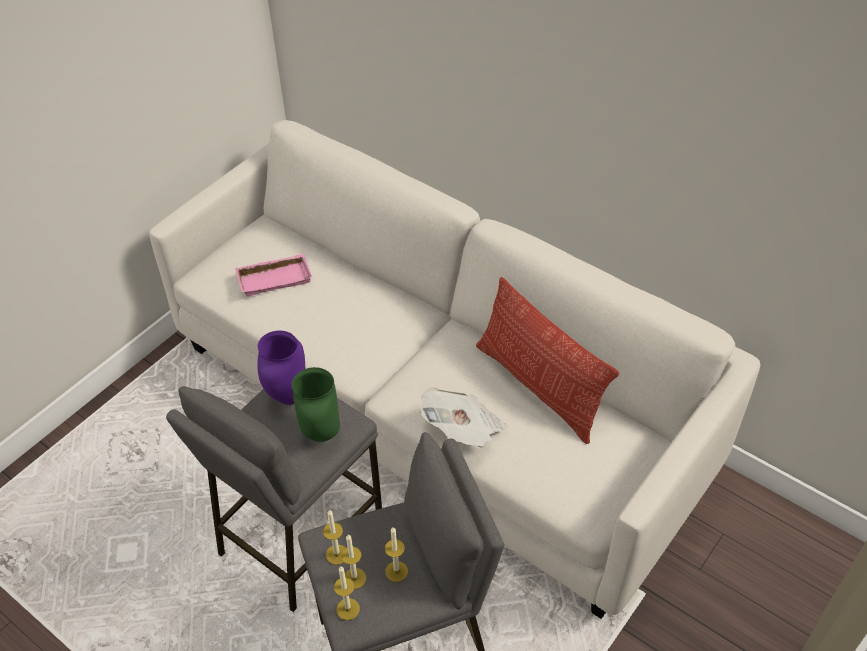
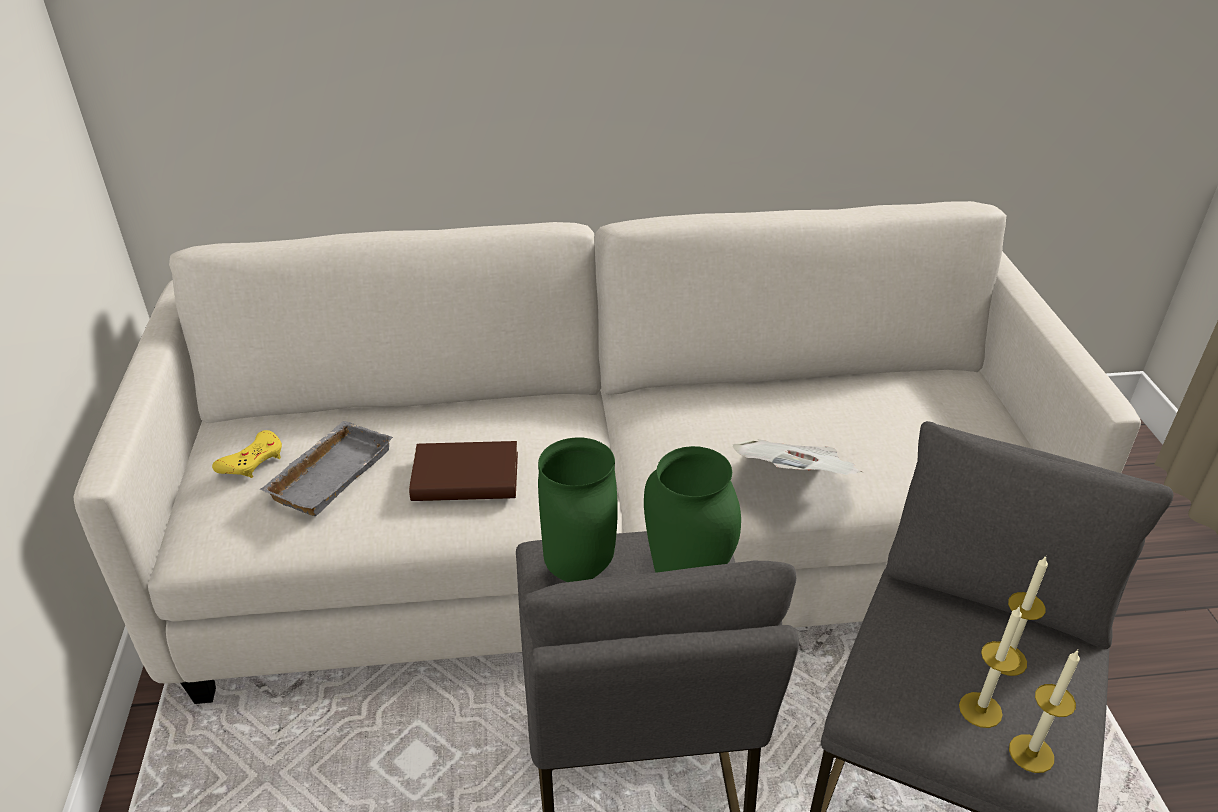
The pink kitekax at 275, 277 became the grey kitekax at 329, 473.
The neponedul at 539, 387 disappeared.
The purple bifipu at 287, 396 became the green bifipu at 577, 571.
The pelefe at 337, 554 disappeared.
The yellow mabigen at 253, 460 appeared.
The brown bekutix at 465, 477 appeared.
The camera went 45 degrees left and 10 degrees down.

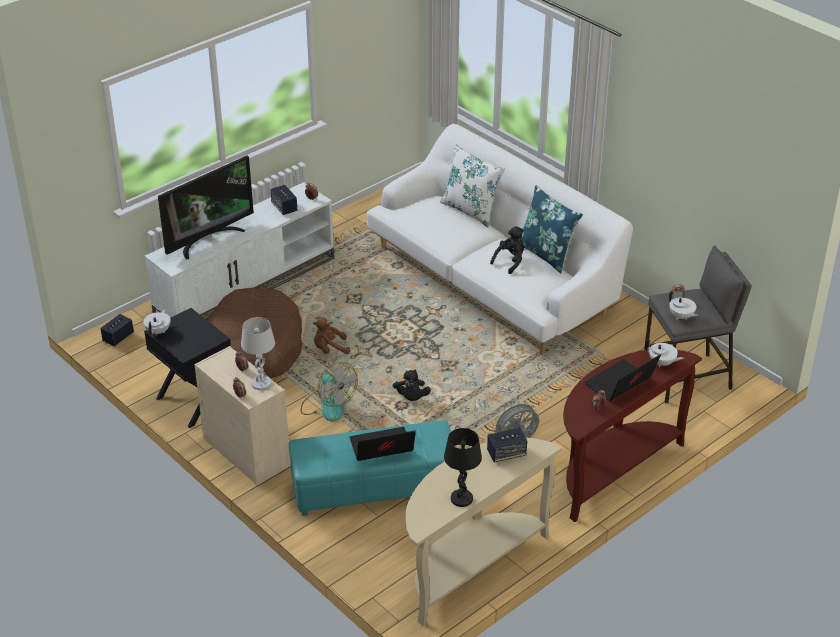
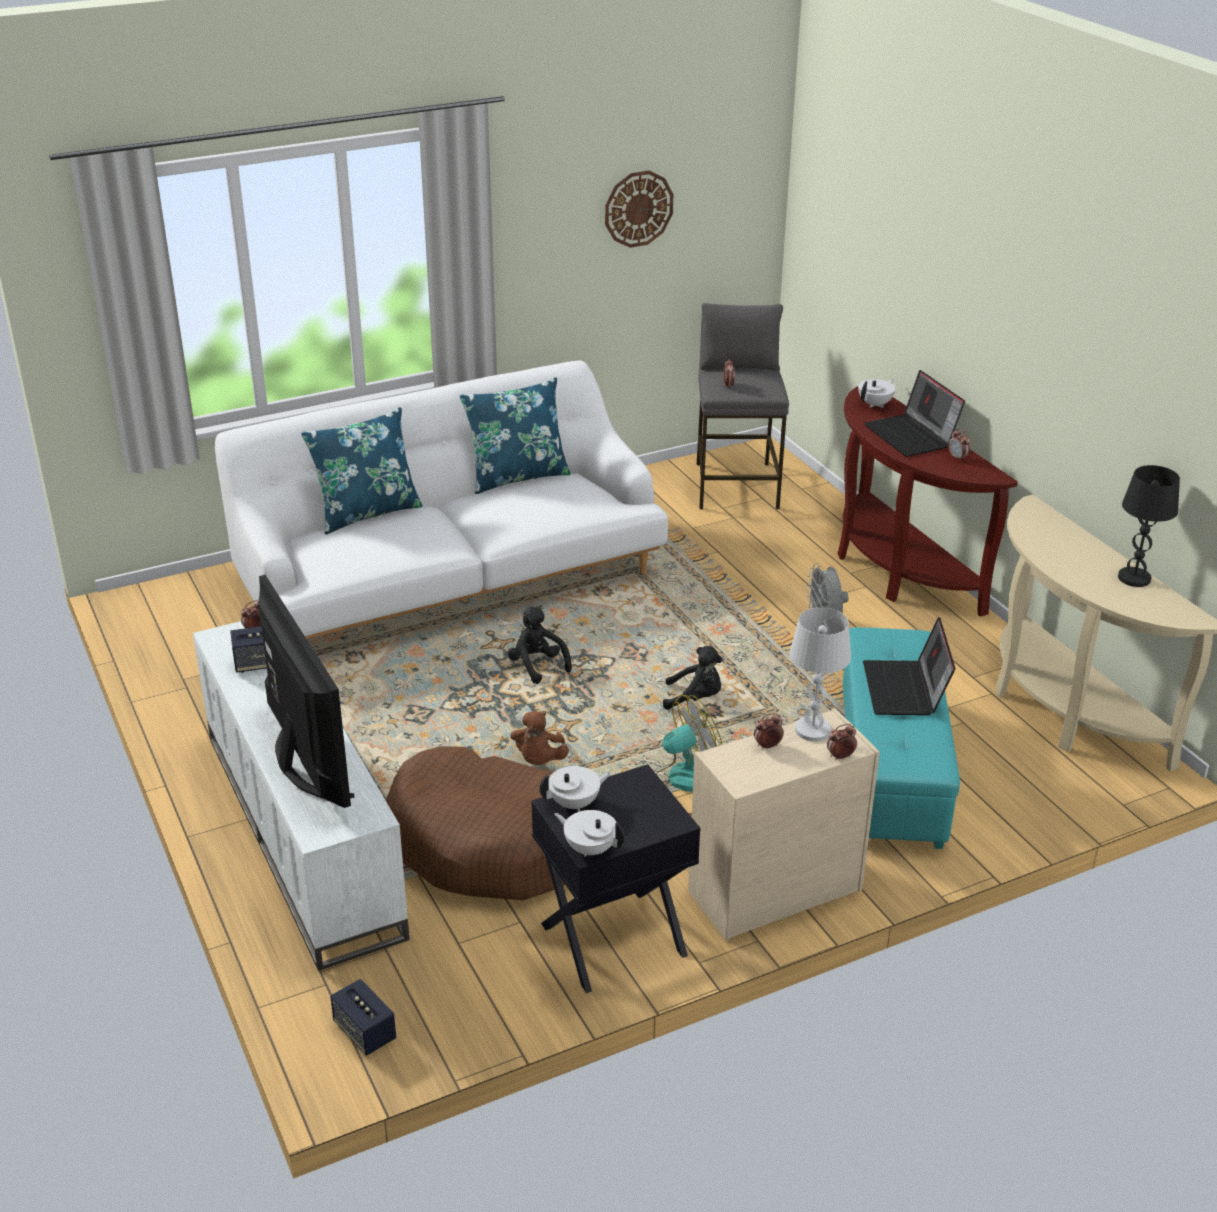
The white neponedul at 471, 210 became the blue neponedul at 366, 512.
The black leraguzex moved from 510, 261 to 537, 666.
The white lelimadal moved from 681, 317 to 575, 803.
The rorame at 506, 454 disappeared.
The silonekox at 638, 208 appeared.
The camera went 75 degrees left and 5 degrees down.

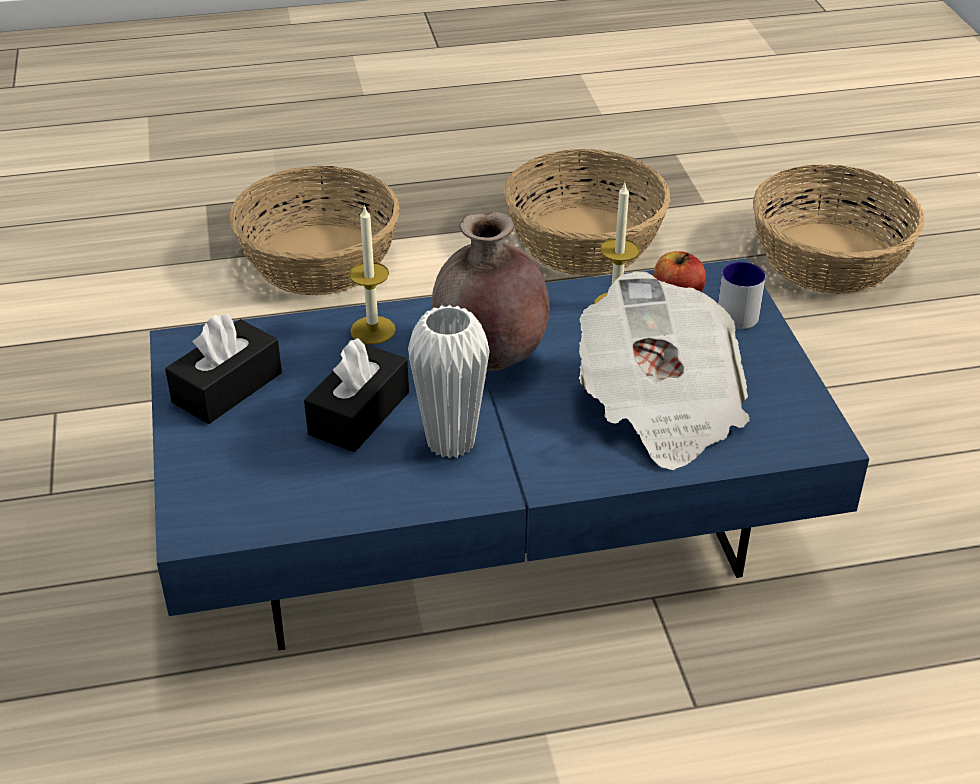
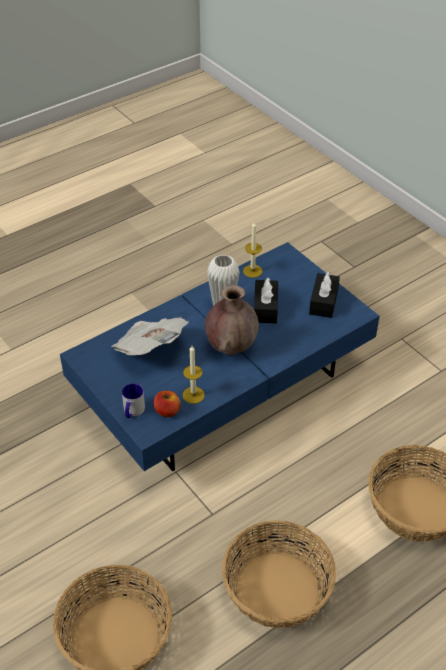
The pelefe moved from 373, 330 to 252, 271.
The camera went 155 degrees right and 5 degrees up.

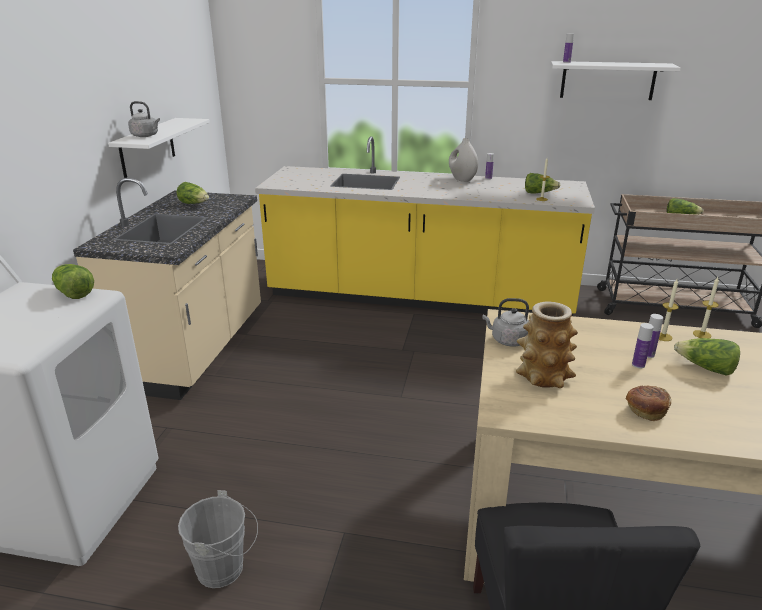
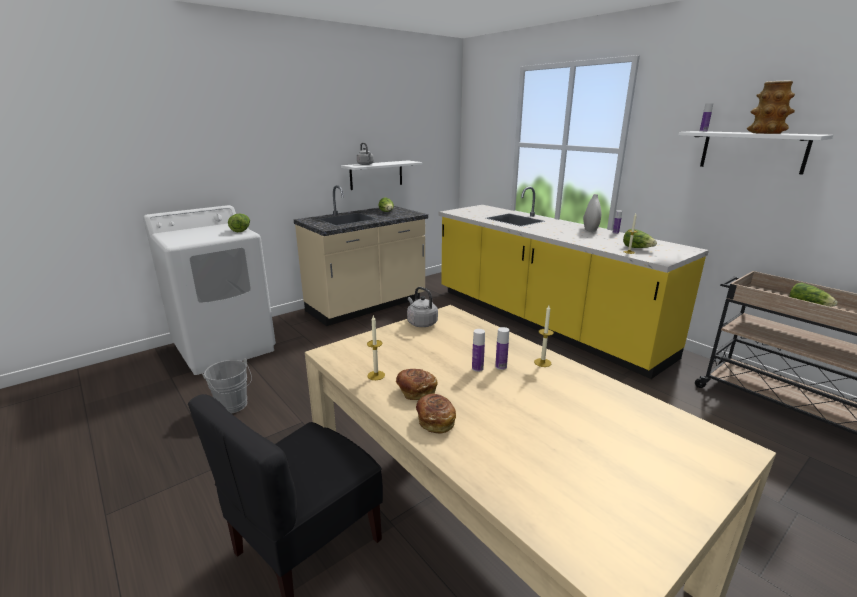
The pelefe moved from 702, 334 to 376, 375.
The bifipu moved from 543, 376 to 766, 133.
The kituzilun at 705, 368 disappeared.
The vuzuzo at 435, 421 appeared.
The camera went 40 degrees right and 5 degrees down.

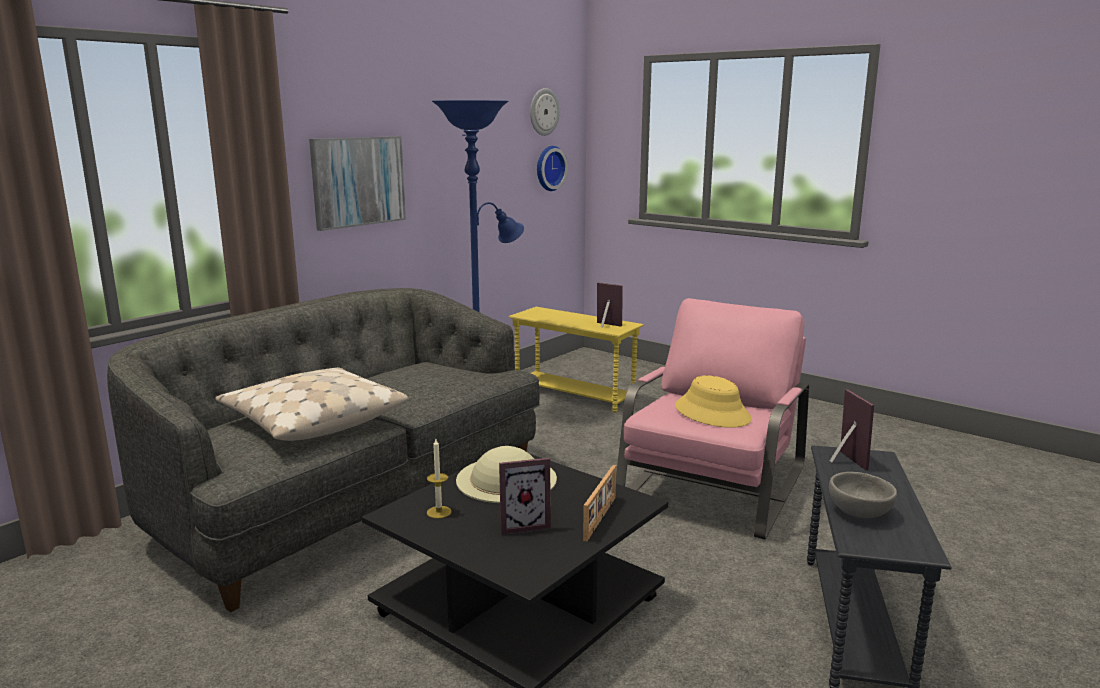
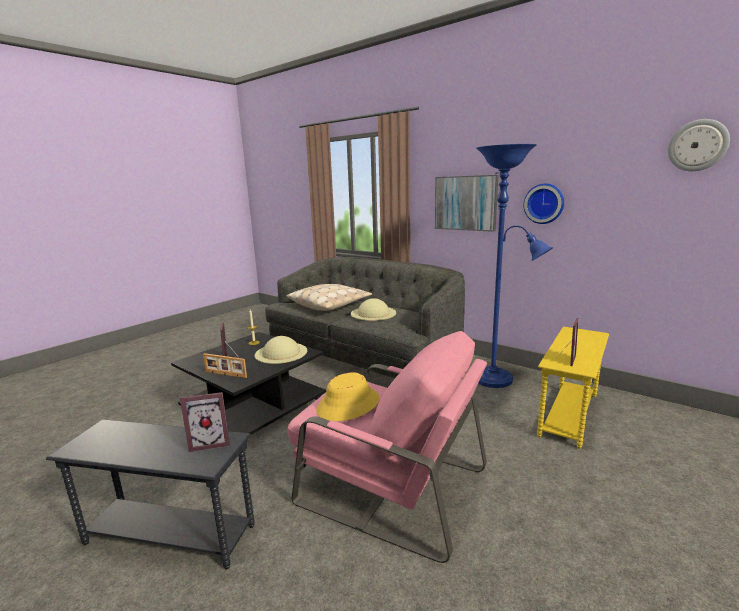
The silonekox moved from 548, 168 to 544, 203.
The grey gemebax at 857, 512 disappeared.
The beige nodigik at 373, 313 appeared.
The camera went 90 degrees right and 0 degrees up.

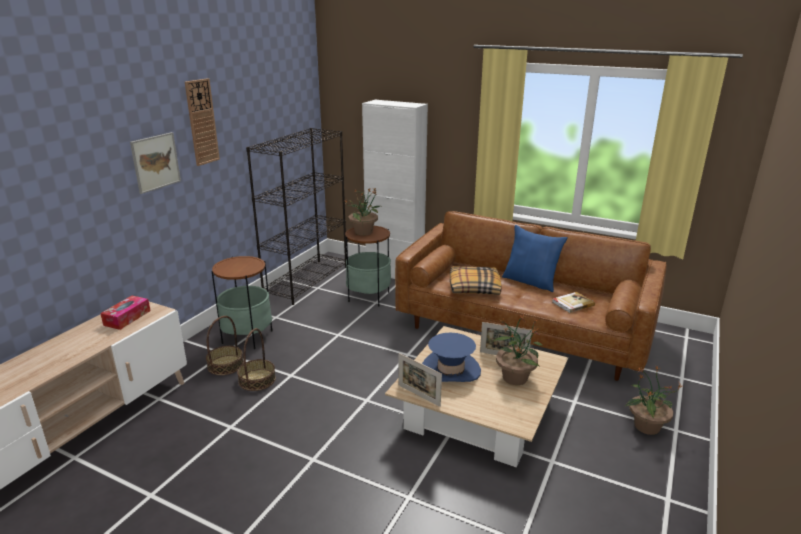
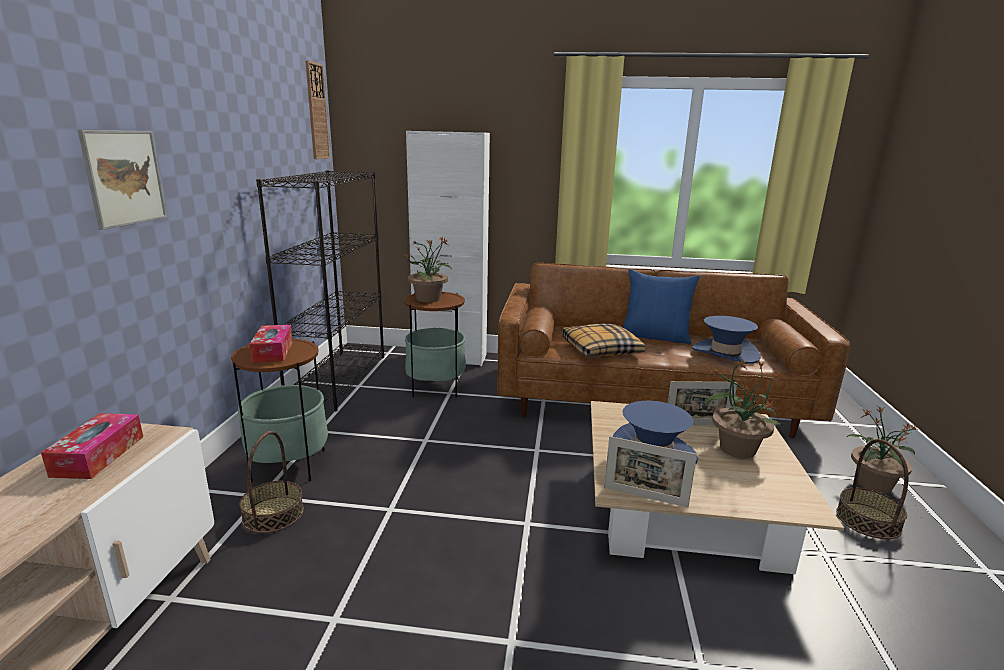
The silonekox moved from 202, 122 to 317, 111.
The bekutix at 572, 303 was replaced by the blue nodigik at 725, 353.
The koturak moved from 257, 380 to 868, 520.
The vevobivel at 273, 351 appeared.
The camera went 20 degrees left and 5 degrees down.

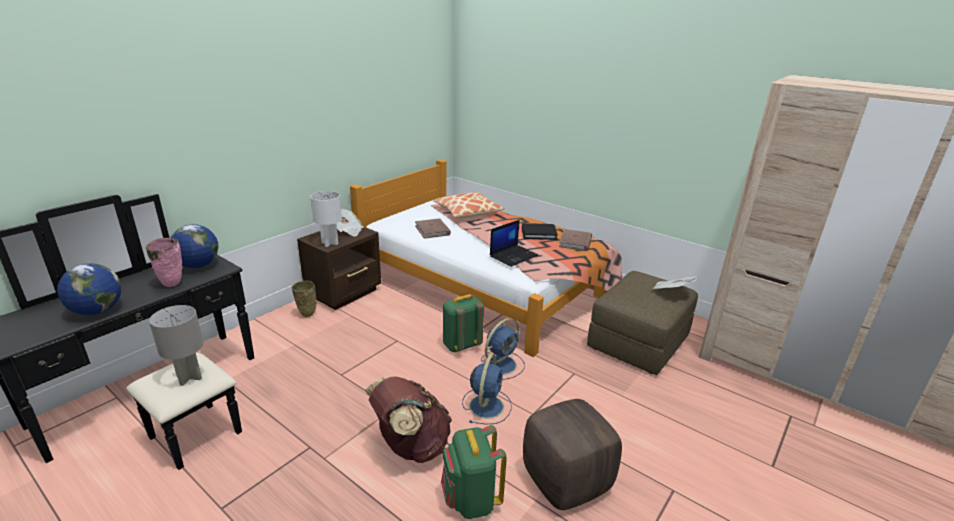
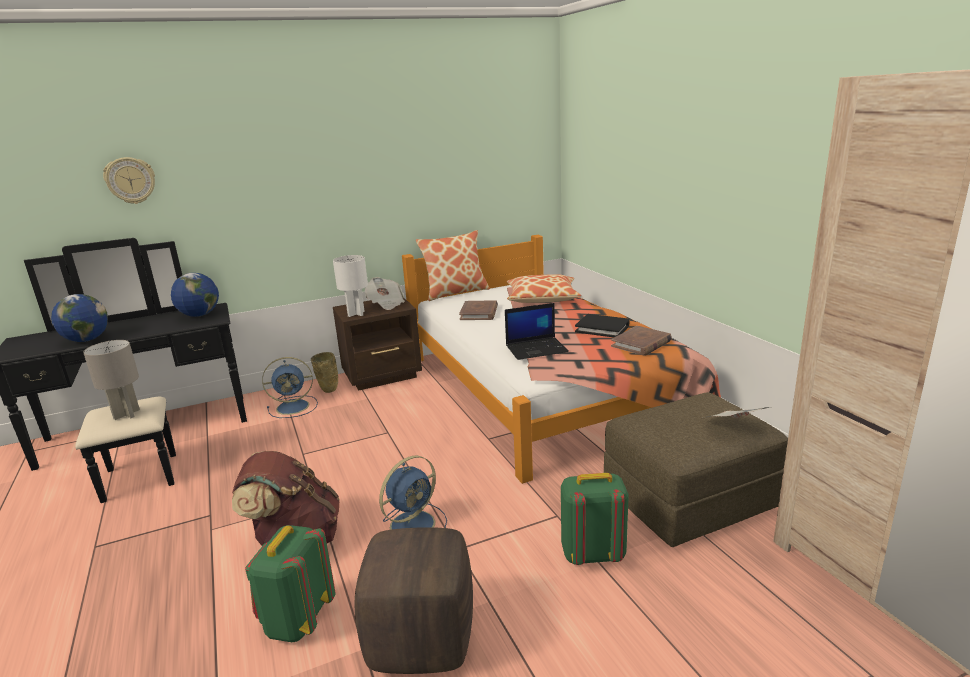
The pink bifipu at 172, 284 disappeared.
The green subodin moved from 461, 345 to 592, 554.
The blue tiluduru moved from 502, 364 to 294, 407.
The silonekox at 130, 180 appeared.
The neponedul at 455, 292 appeared.
The camera went 30 degrees right and 5 degrees down.

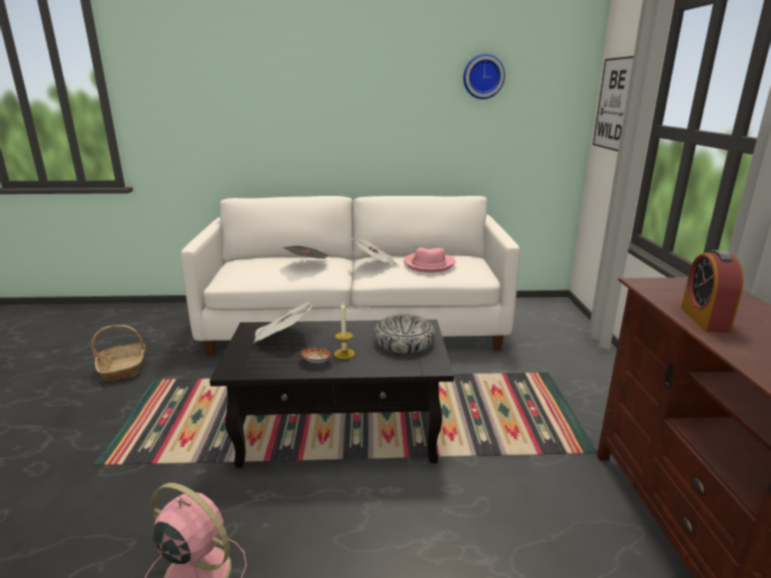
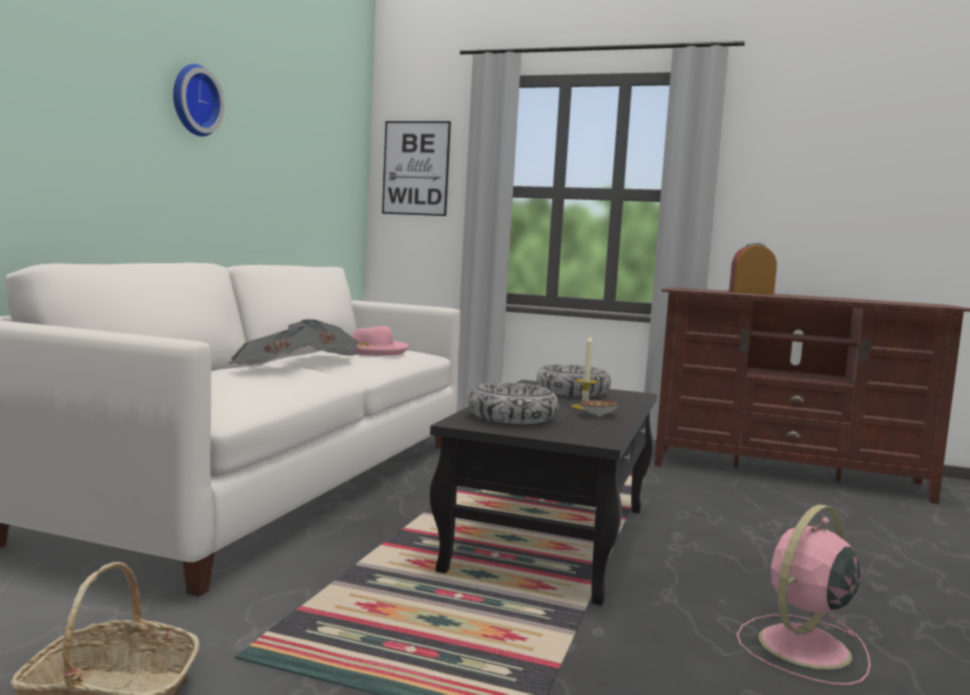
The silonekox moved from 483, 77 to 193, 100.
The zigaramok at 704, 319 turned 150 degrees clockwise.
The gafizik at 282, 337 was replaced by the gemebax at 512, 417.
The camera went 70 degrees left and 15 degrees down.

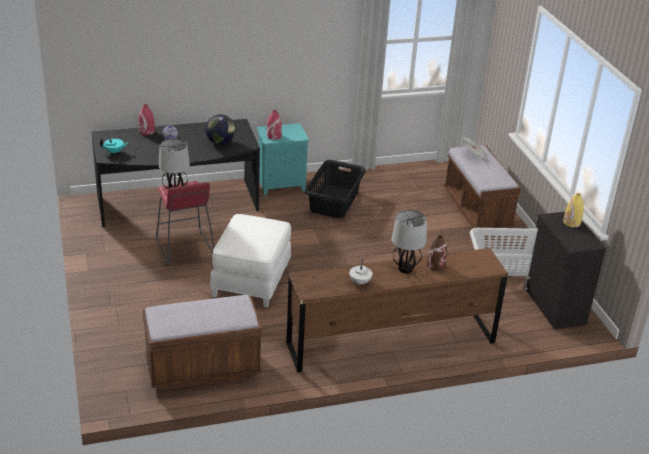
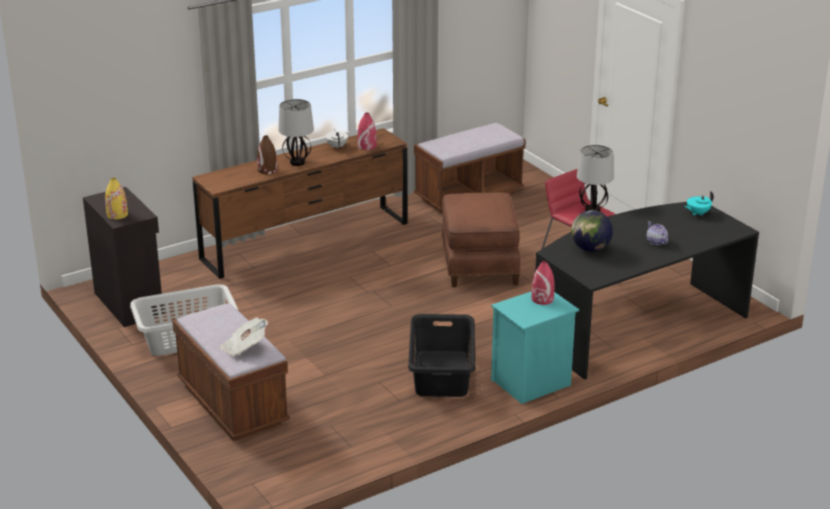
The red bifipu moved from 147, 131 to 367, 146.
The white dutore at 252, 280 became the brown dutore at 478, 265.
The camera went 165 degrees right and 5 degrees down.

